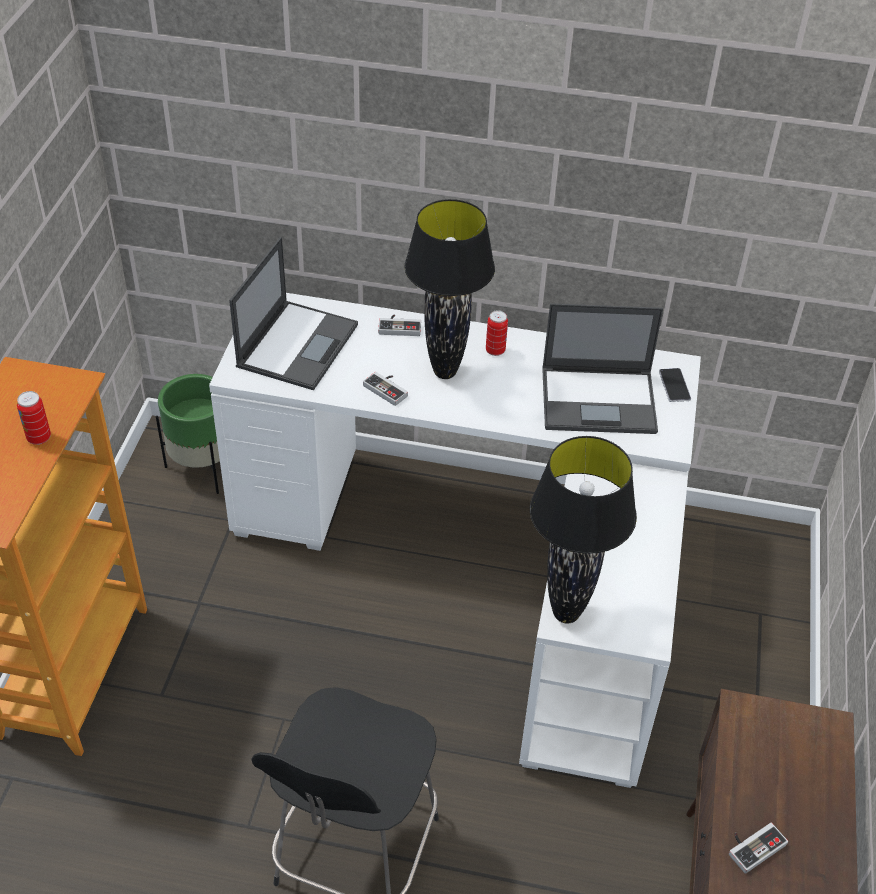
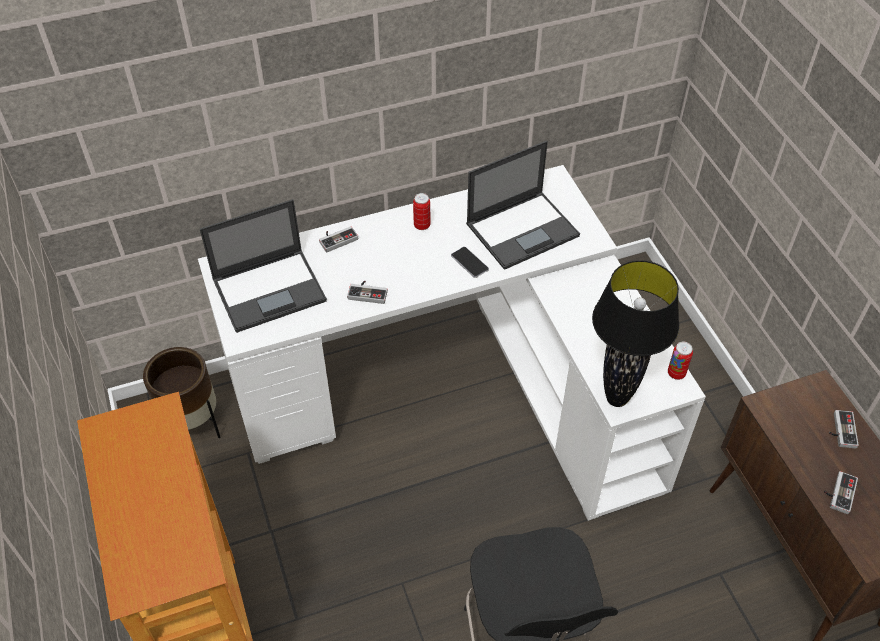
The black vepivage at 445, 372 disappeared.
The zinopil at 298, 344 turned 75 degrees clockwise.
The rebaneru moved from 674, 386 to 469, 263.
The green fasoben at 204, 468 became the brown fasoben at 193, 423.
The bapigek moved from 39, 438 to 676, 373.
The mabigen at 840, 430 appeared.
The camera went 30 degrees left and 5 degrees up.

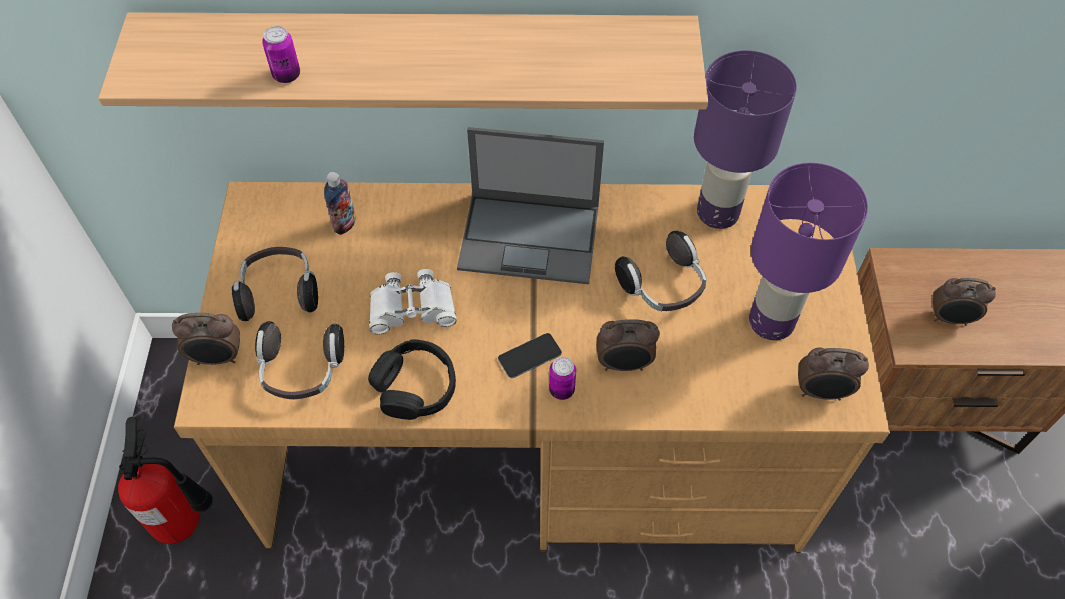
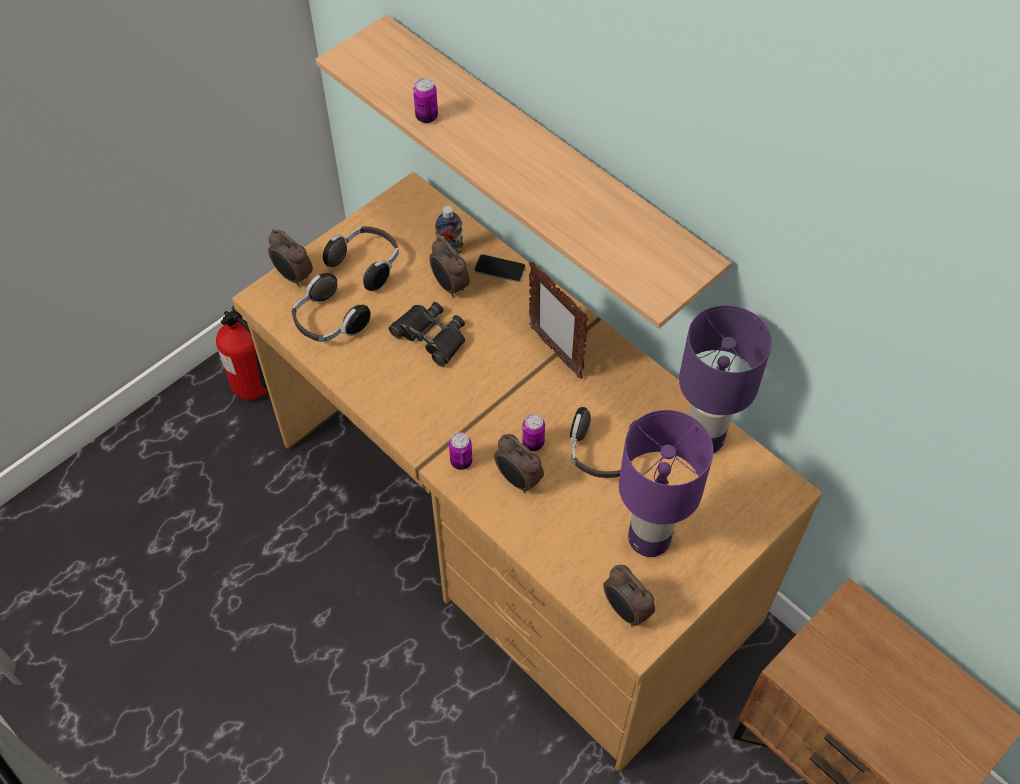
The zinopil at 531, 237 was replaced by the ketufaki at 555, 352.
The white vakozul at 412, 308 became the black vakozul at 431, 336.
The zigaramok moved from 950, 319 to 449, 286.
The rebaneru moved from 529, 356 to 499, 268.
The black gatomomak at 415, 387 disappeared.
The bapigek at 533, 443 appeared.
The camera went 45 degrees right and 0 degrees up.

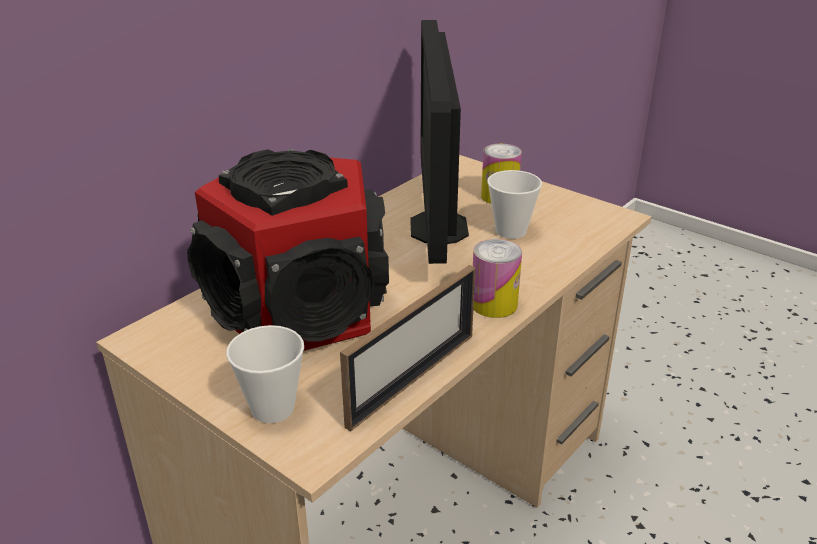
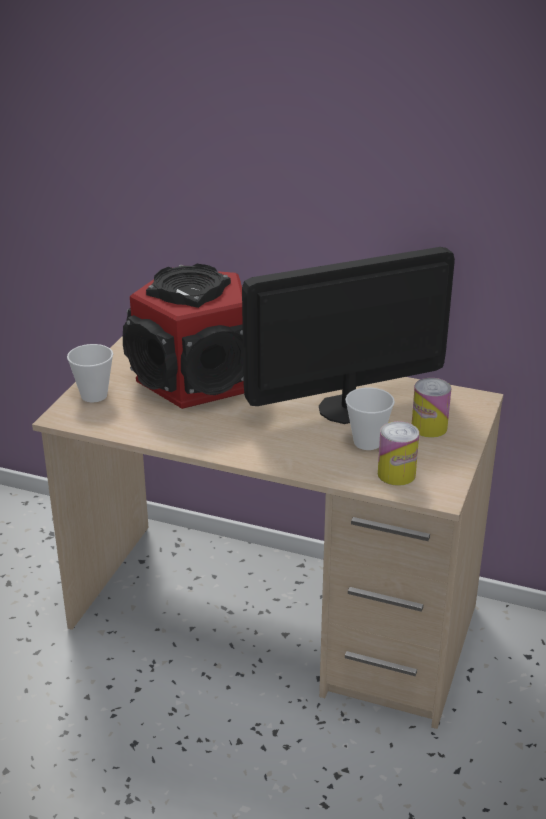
The bapigek moved from 494, 304 to 396, 474.
The ketufaki at 413, 378 disappeared.
The camera went 70 degrees right and 0 degrees up.

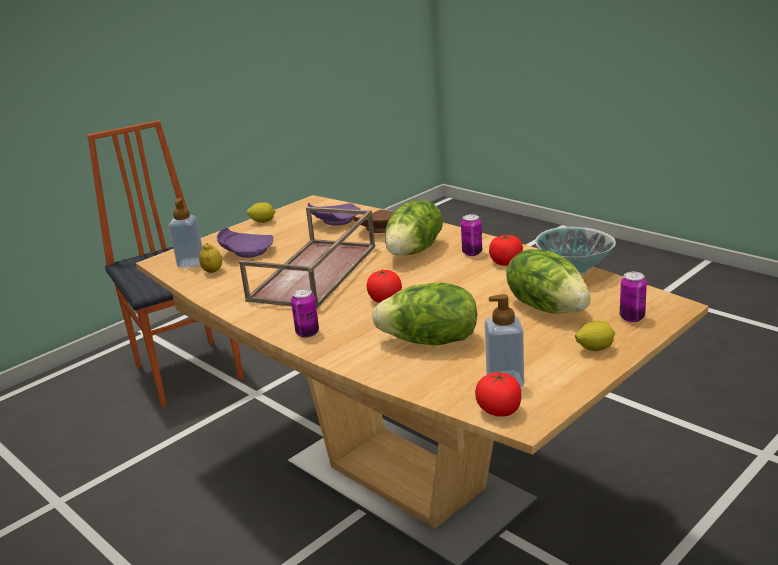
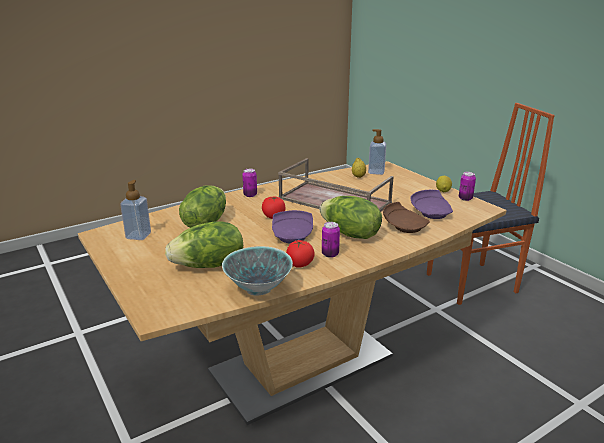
The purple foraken moved from 246, 252 to 293, 235.
The bapigek moved from 632, 317 to 465, 198.
The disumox at 594, 349 disappeared.
The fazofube at 499, 410 disappeared.
The camera went 100 degrees right and 0 degrees up.

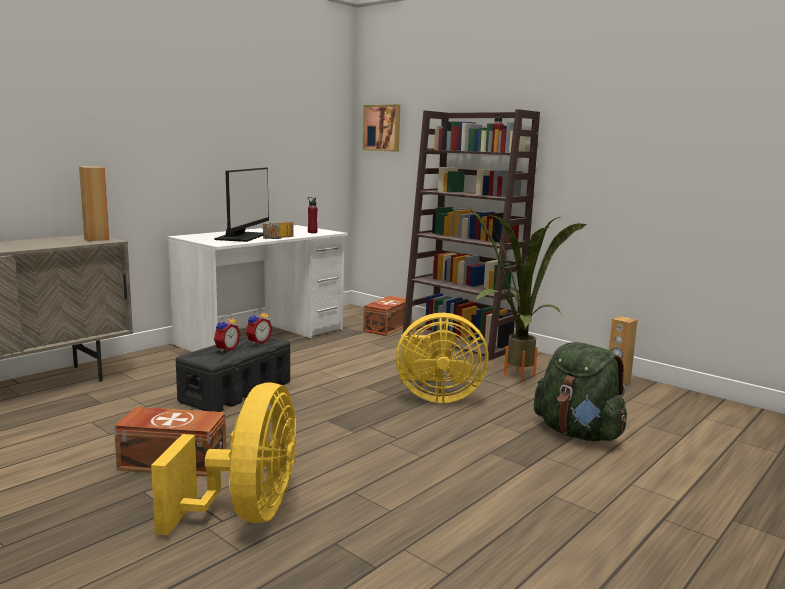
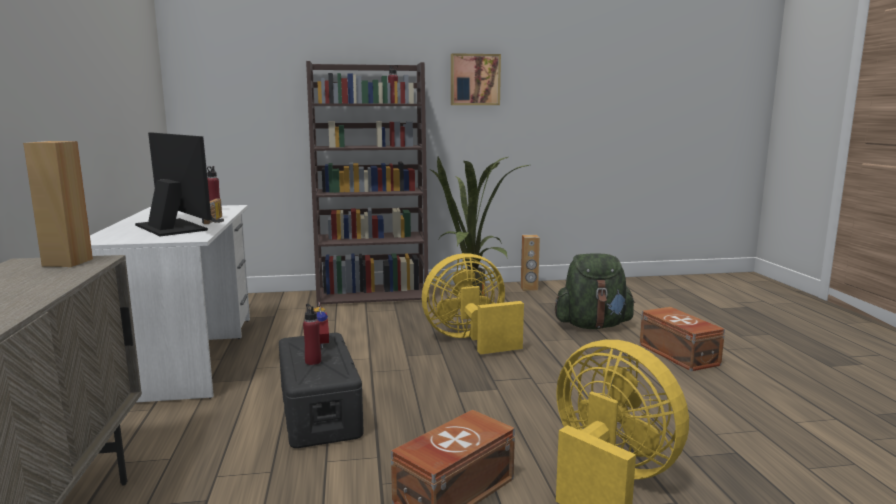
The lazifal moved from 382, 128 to 475, 80.
The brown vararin moved from 386, 327 to 678, 355.
The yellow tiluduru at 435, 397 turned 150 degrees counterclockwise.
The zigaramok at 225, 349 was replaced by the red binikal at 313, 361.
The camera went 50 degrees left and 0 degrees up.

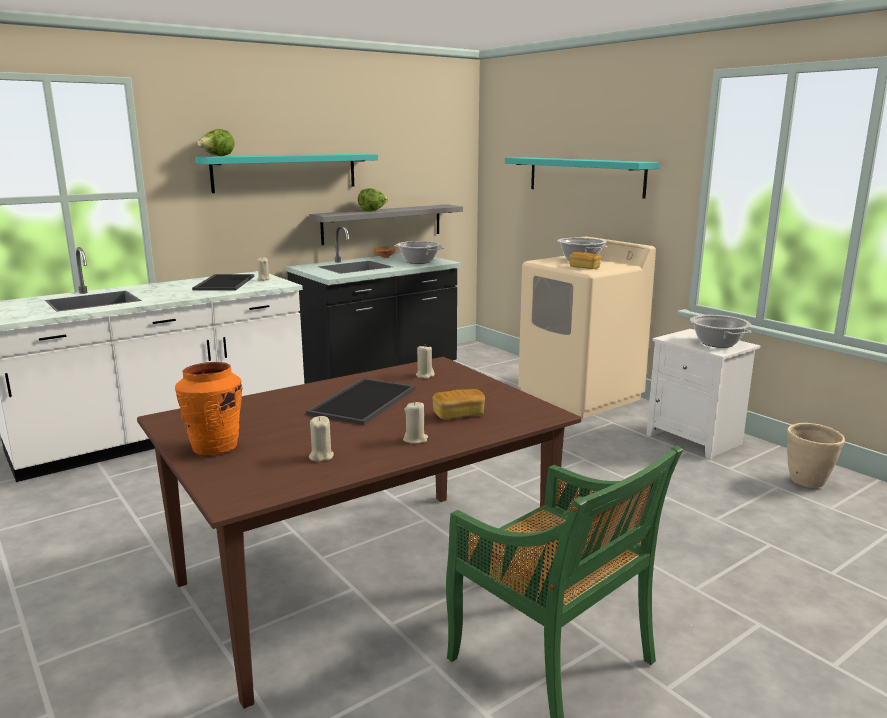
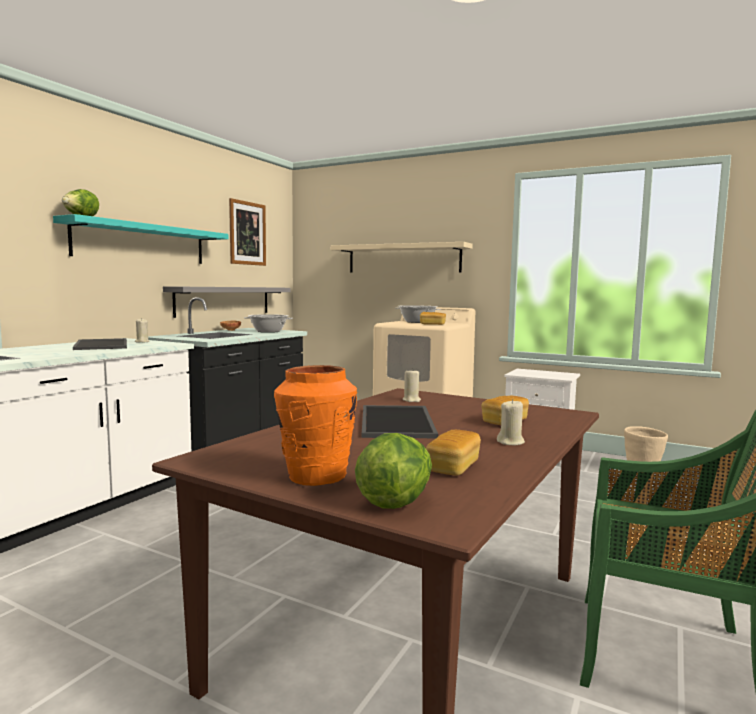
The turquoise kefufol at 585, 176 became the beige kefufol at 403, 259.
The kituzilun moved from 373, 211 to 395, 500.
The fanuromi at 717, 343 disappeared.
The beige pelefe at 321, 456 was replaced by the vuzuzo at 453, 467.
The lazifal at 247, 233 appeared.
The camera went 25 degrees left and 10 degrees down.

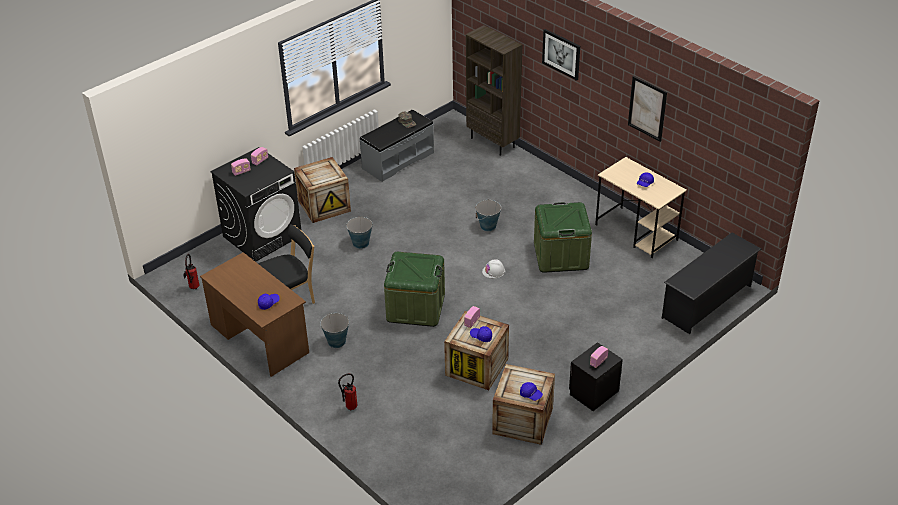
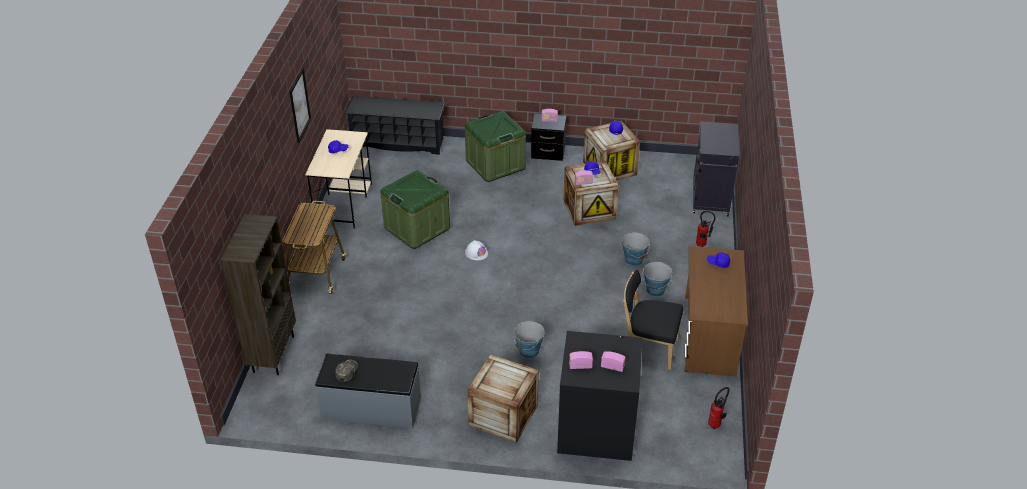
The lazifal at 561, 54 disappeared.
The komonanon moved from 488, 226 to 633, 260.
The green vararin moved from 416, 307 to 495, 164.
The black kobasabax at 710, 199 appeared.
The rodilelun at 317, 273 appeared.
The camera went 130 degrees left and 0 degrees up.

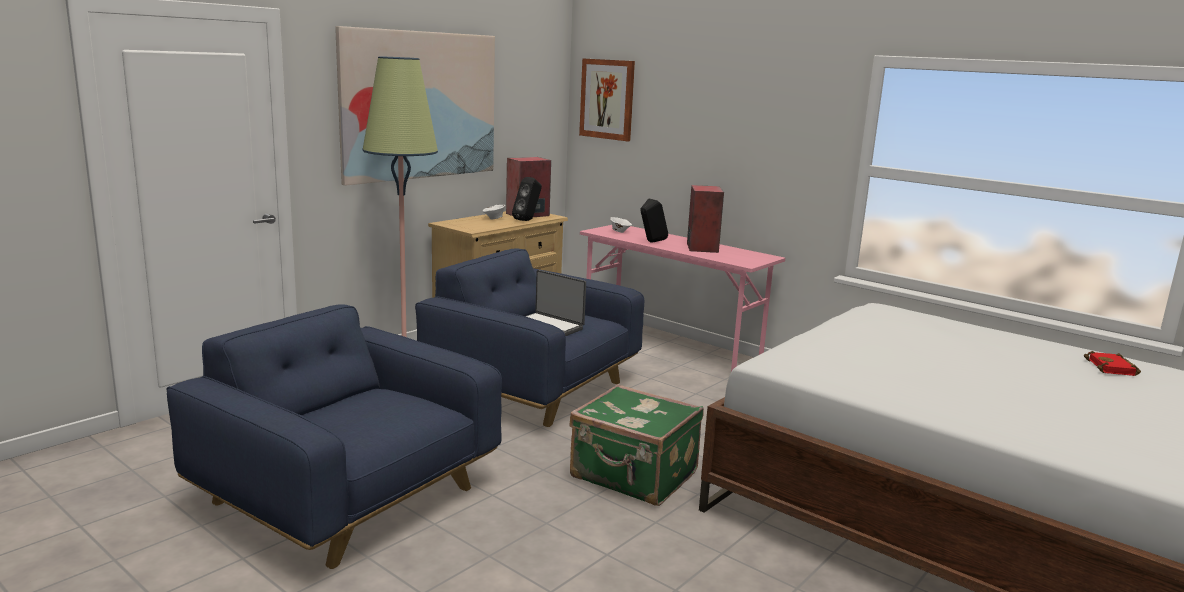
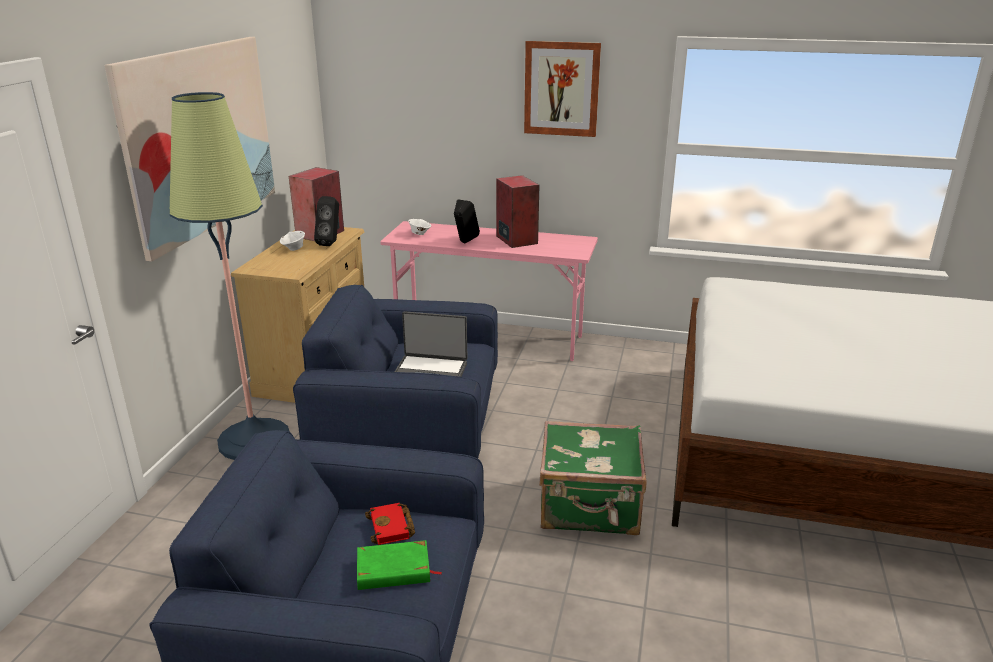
The lazifal moved from 607, 99 to 561, 89.
The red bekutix moved from 1113, 368 to 392, 527.
The green bekutix at 394, 570 appeared.
The camera went 25 degrees left and 10 degrees up.

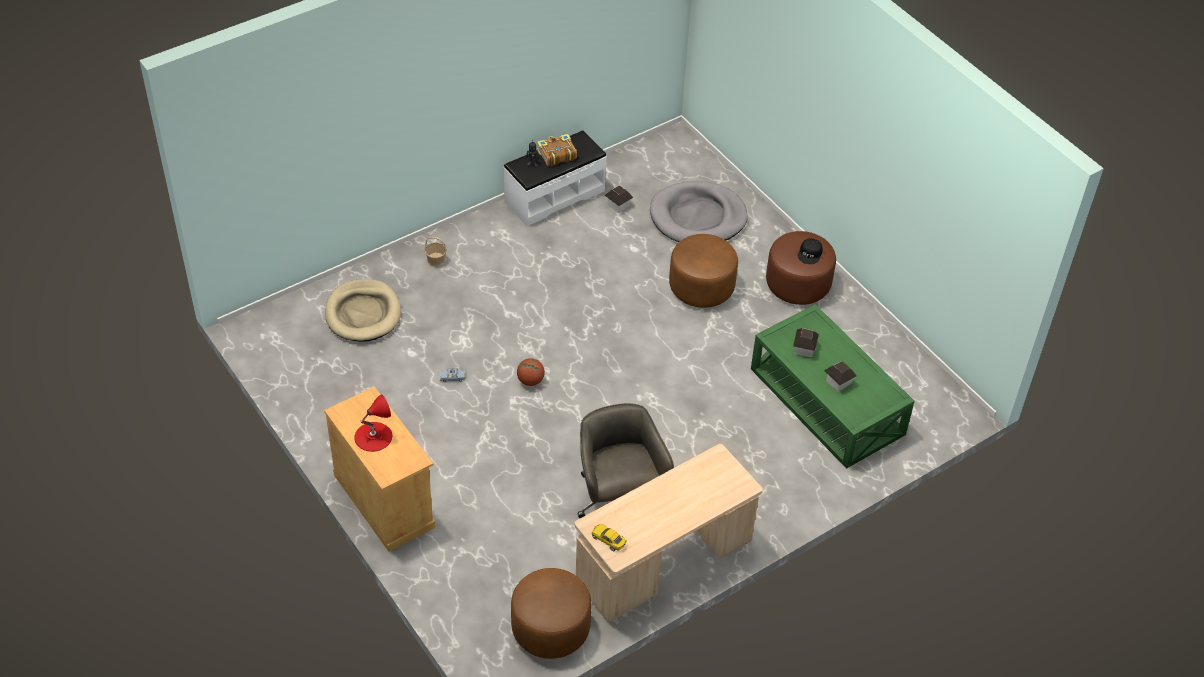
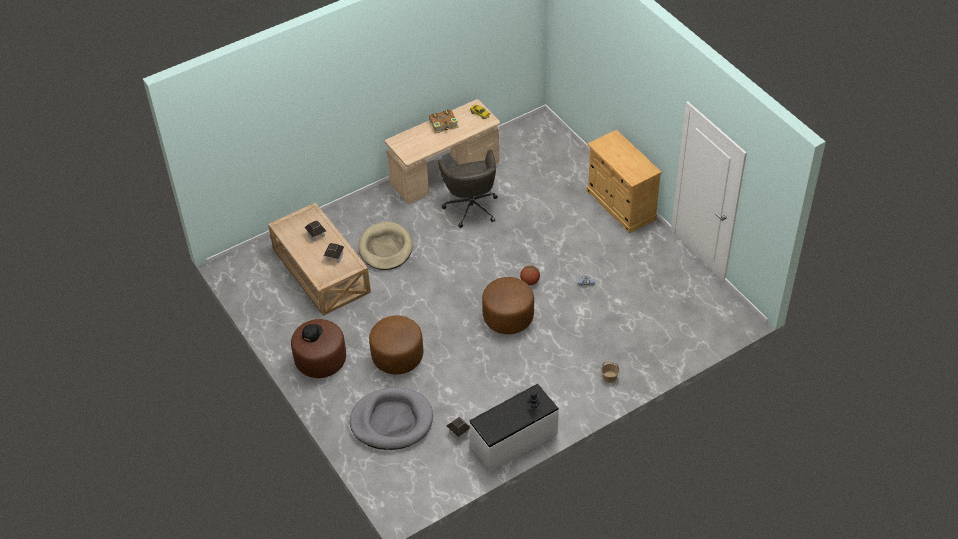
The bekutix moved from 556, 154 to 444, 124.
The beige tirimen moved from 363, 313 to 385, 248.
The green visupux at 826, 402 became the beige visupux at 321, 270.
The red vepivage at 373, 436 disappeared.
The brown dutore moved from 550, 628 to 508, 317.
The camera went 175 degrees left and 0 degrees up.

